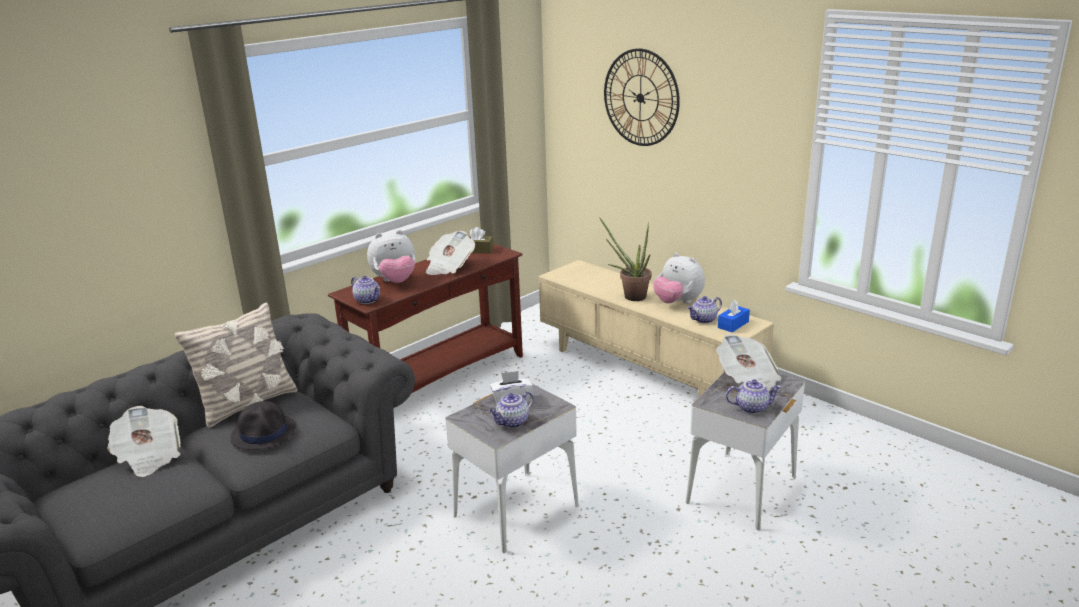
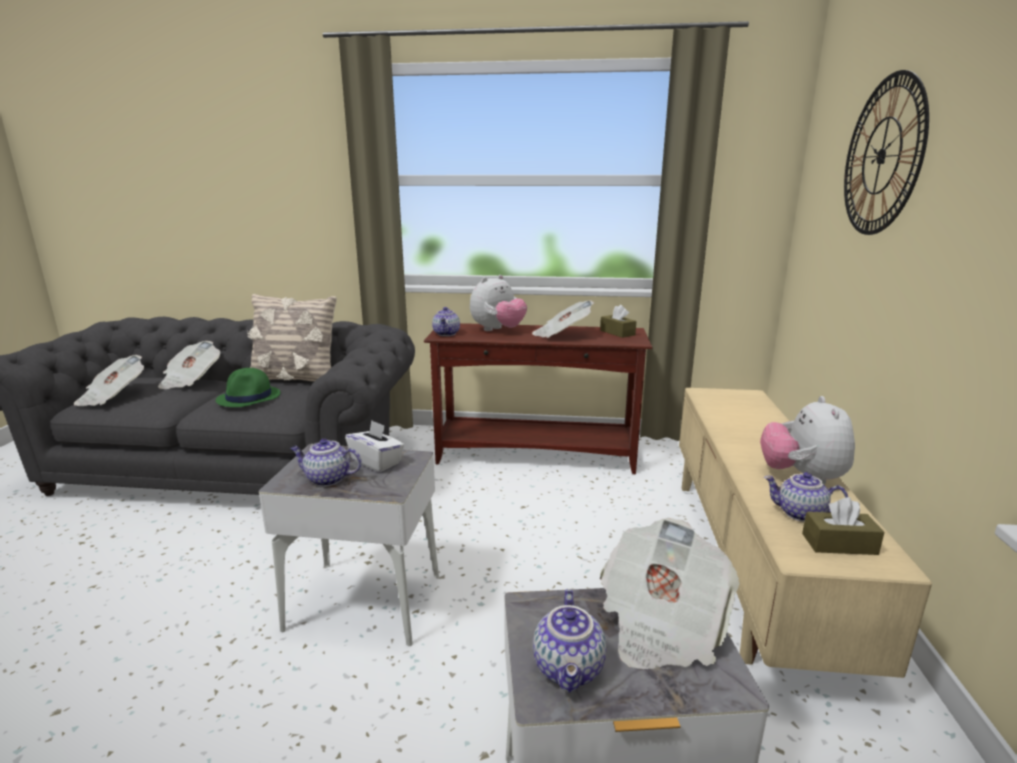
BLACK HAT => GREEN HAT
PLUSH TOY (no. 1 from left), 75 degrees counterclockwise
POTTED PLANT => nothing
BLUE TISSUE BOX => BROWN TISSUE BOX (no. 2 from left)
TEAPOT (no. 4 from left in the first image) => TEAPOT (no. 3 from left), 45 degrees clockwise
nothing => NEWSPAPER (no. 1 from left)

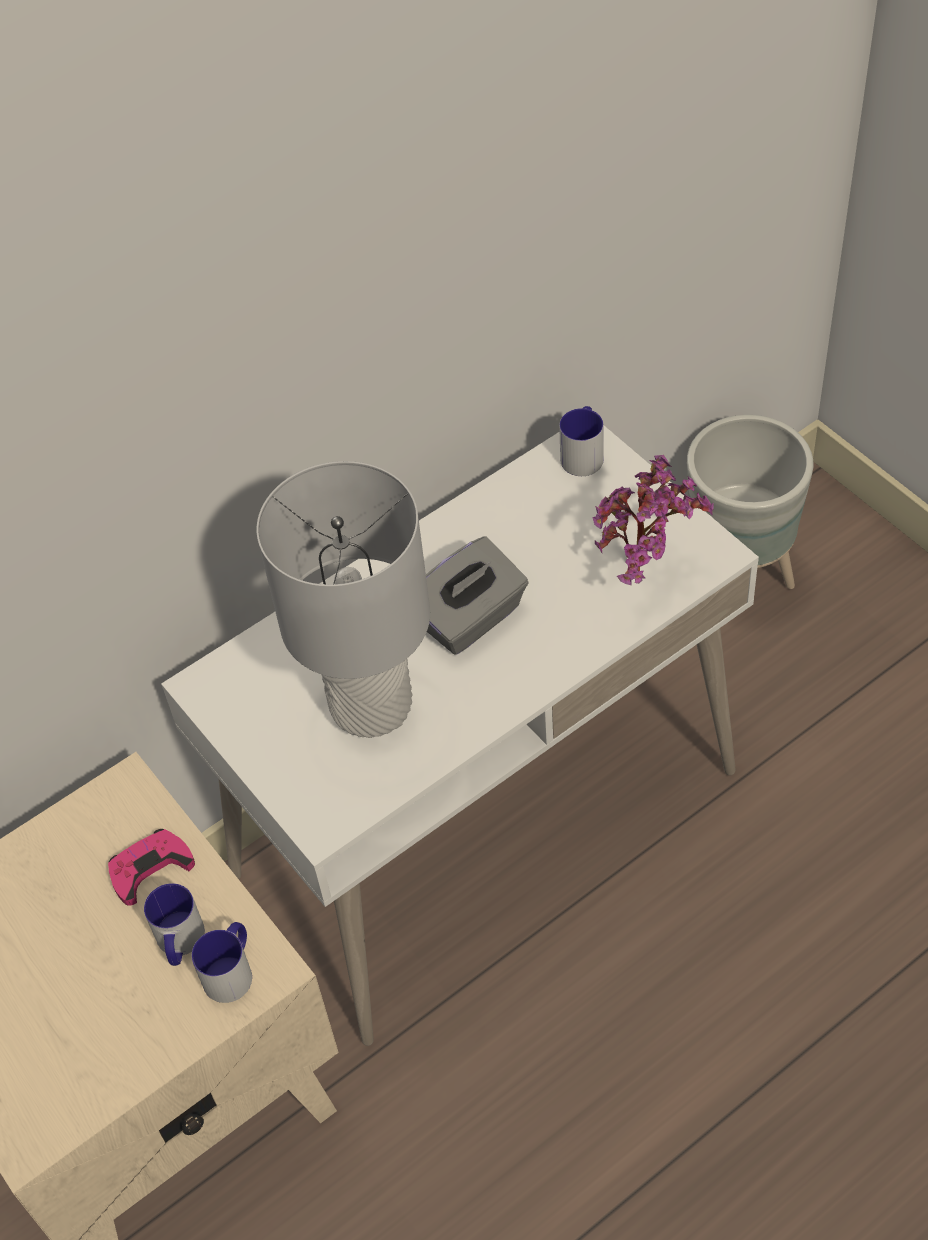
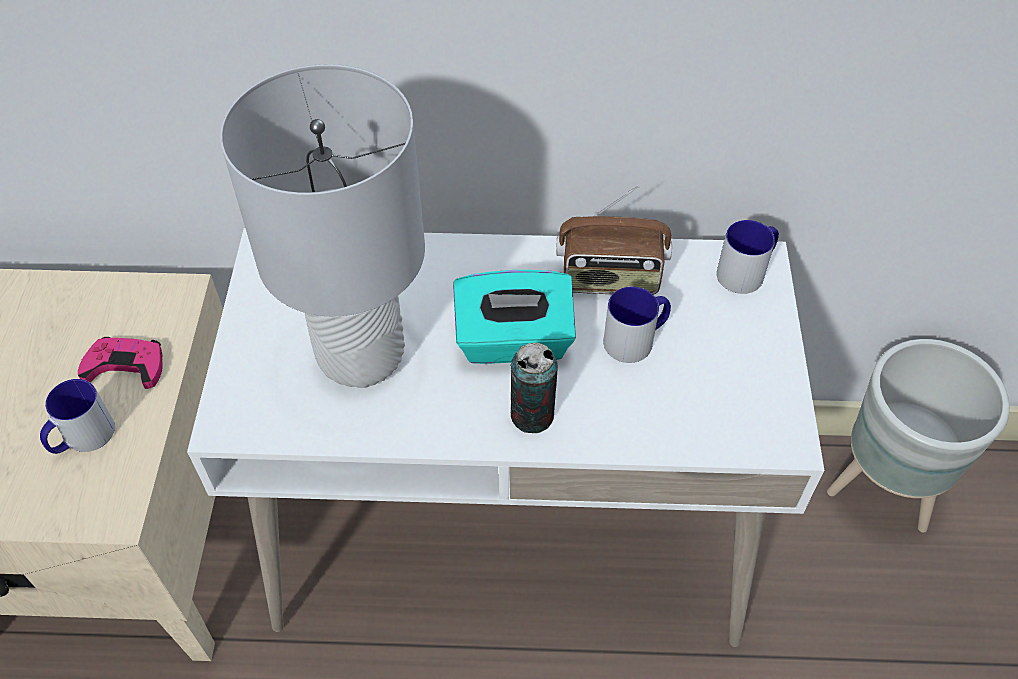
MUG (no. 2 from left), relocated
GREY TISSUE BOX => TURQUOISE TISSUE BOX
POTTED PLANT => nothing
nothing => CAN
nothing => RADIO

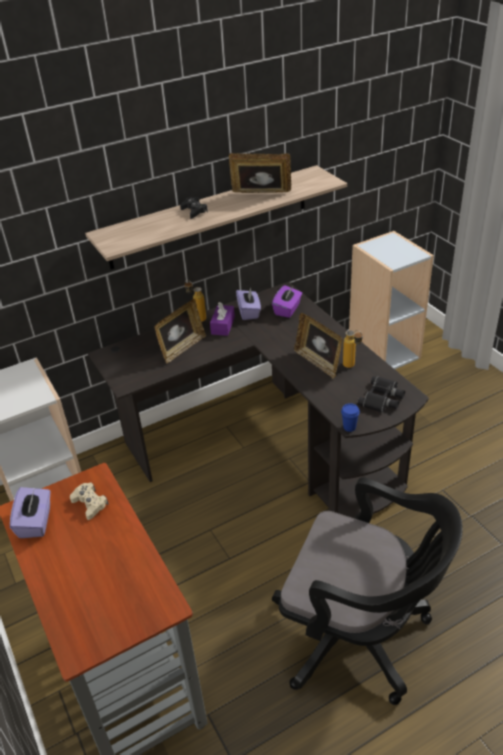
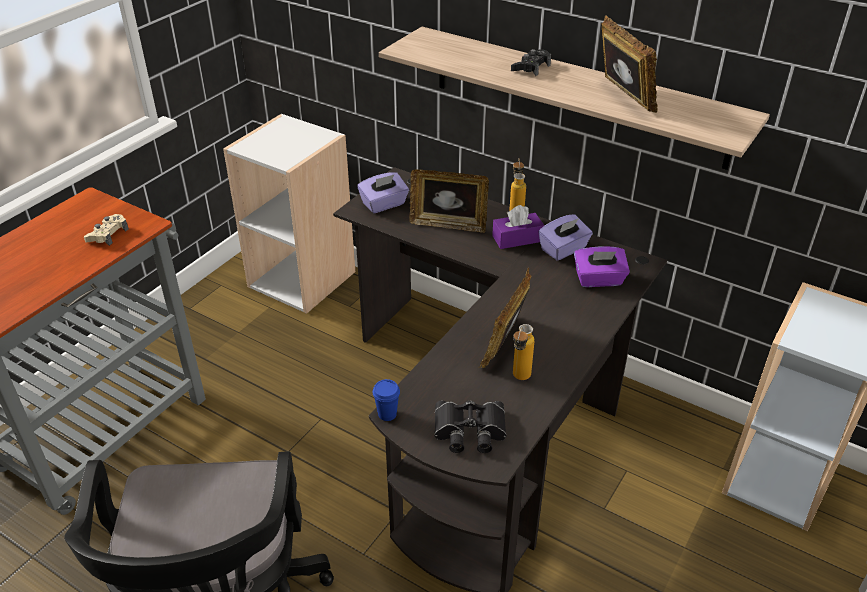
PURPLE TISSUE BOX (no. 1 from left), relocated

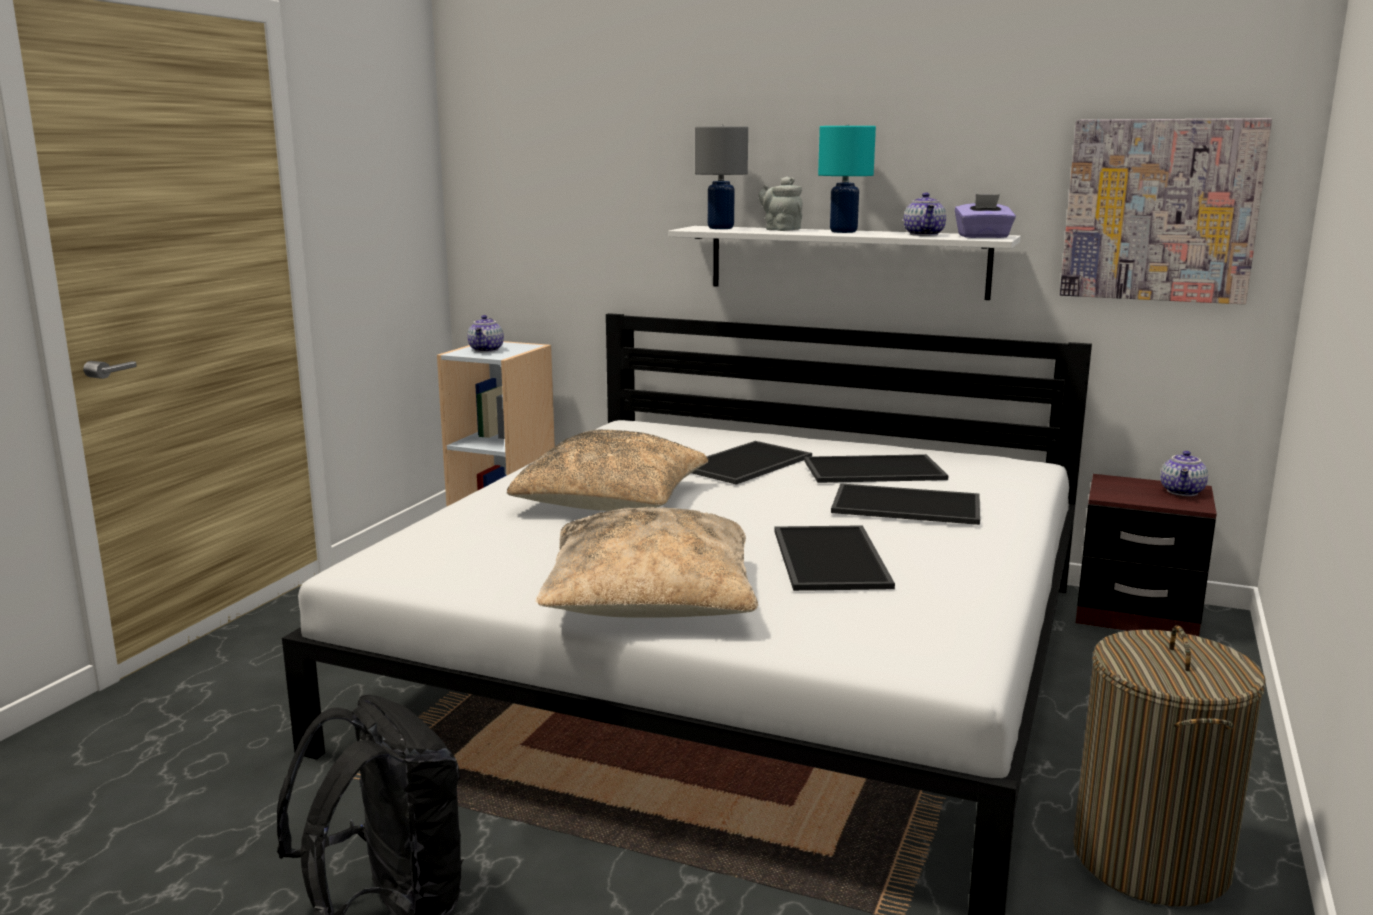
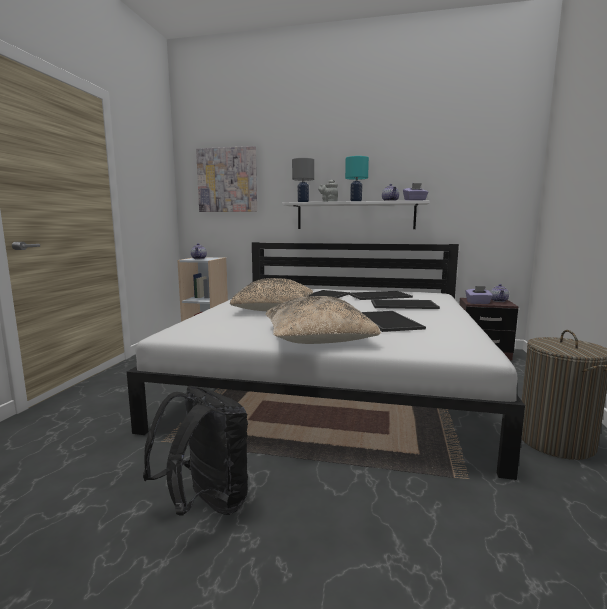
PICTURE, relocated
nothing => PURPLE TISSUE BOX (no. 2 from left)

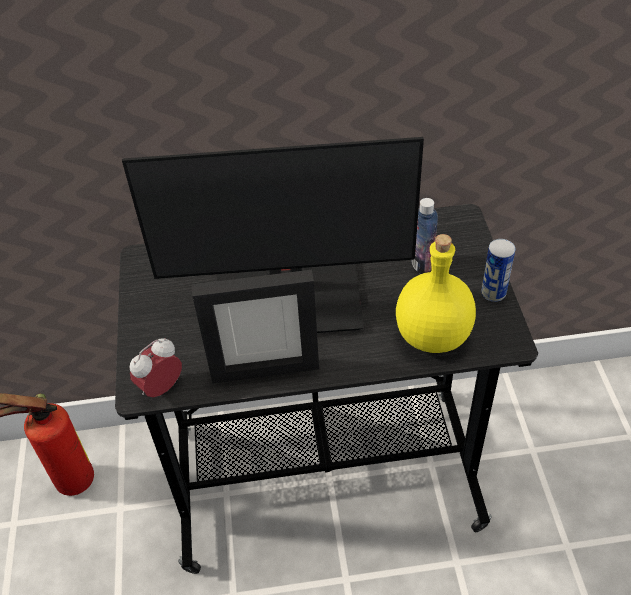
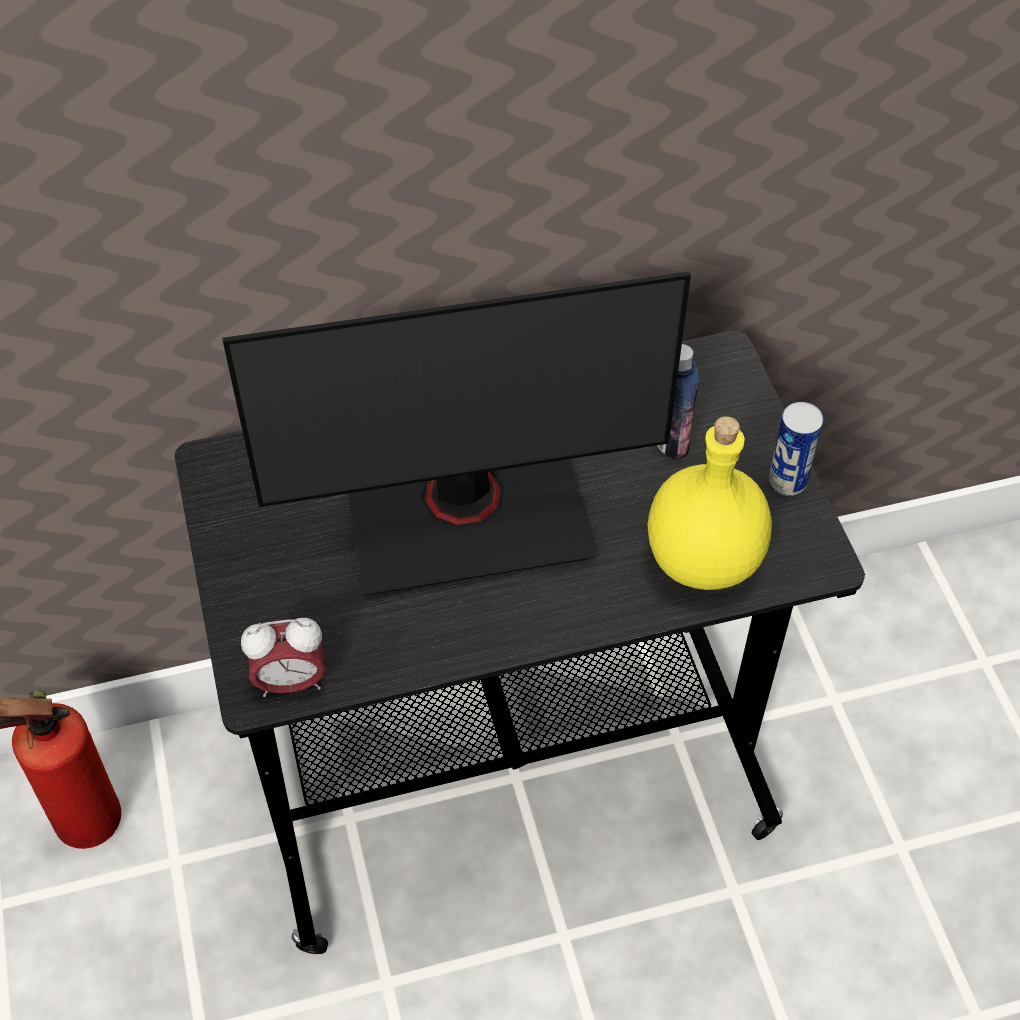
ALARM CLOCK, 135 degrees counterclockwise
PICTURE FRAME => nothing

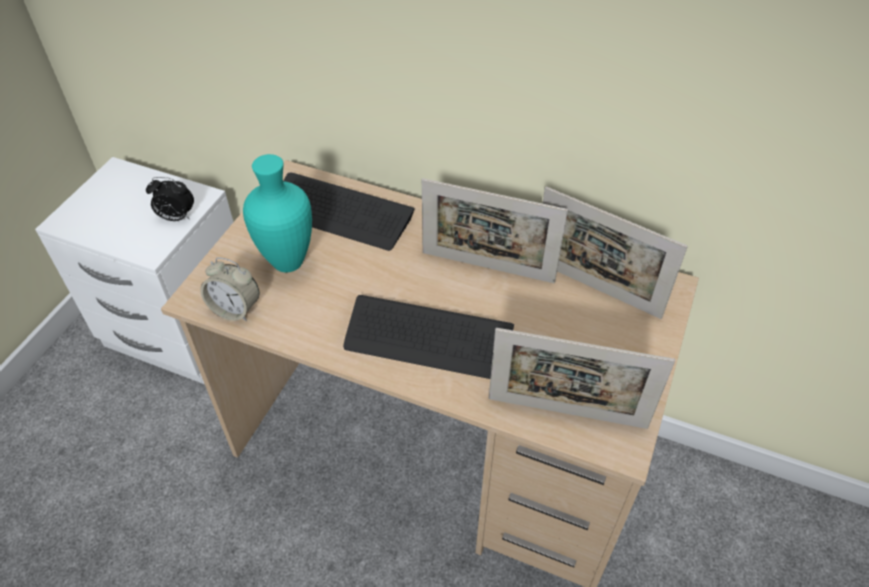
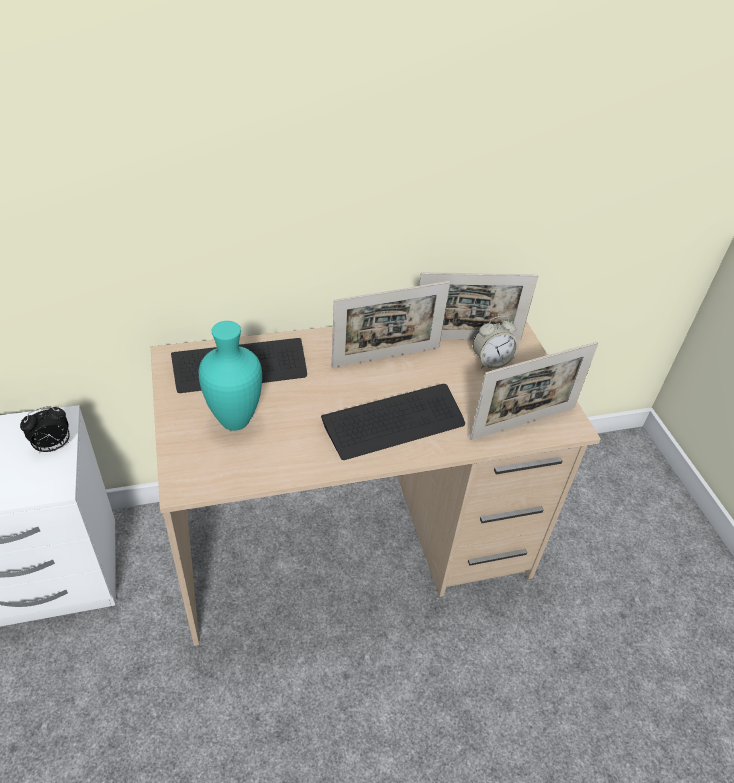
ALARM CLOCK (no. 2 from left), relocated

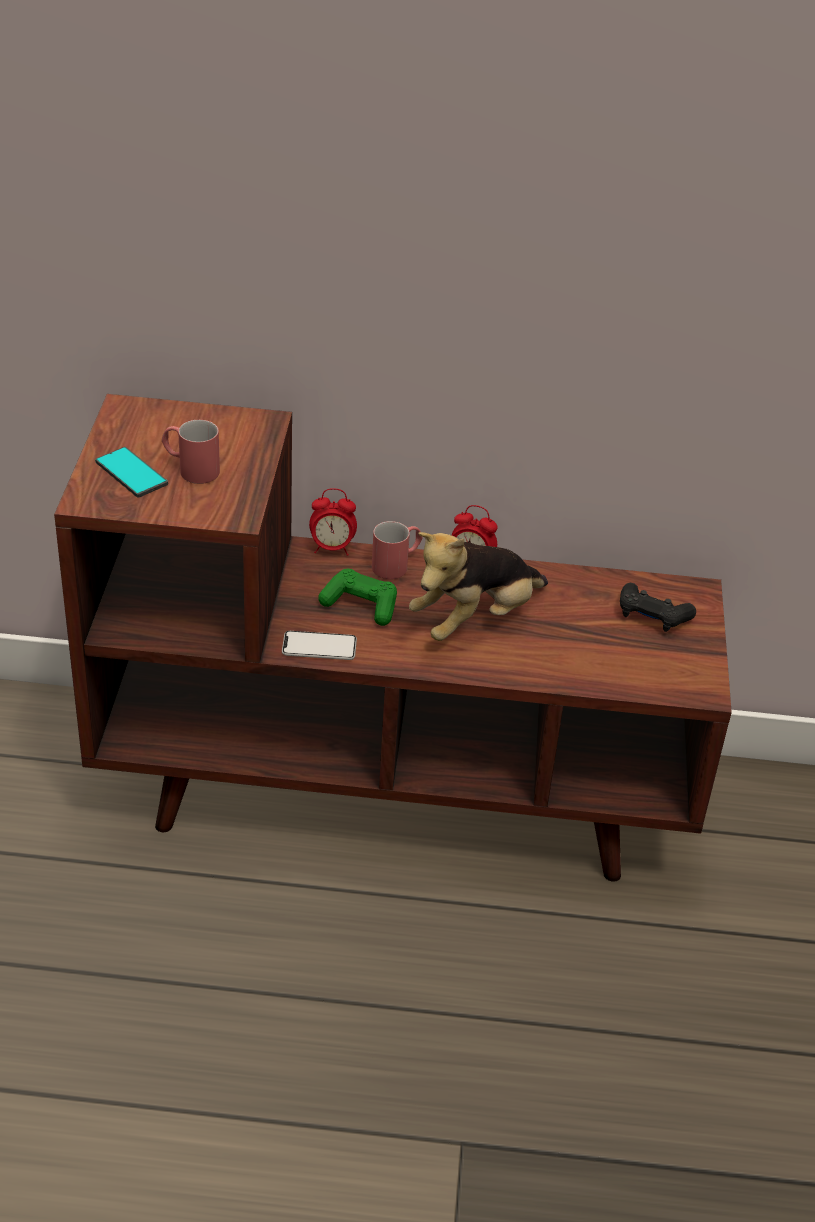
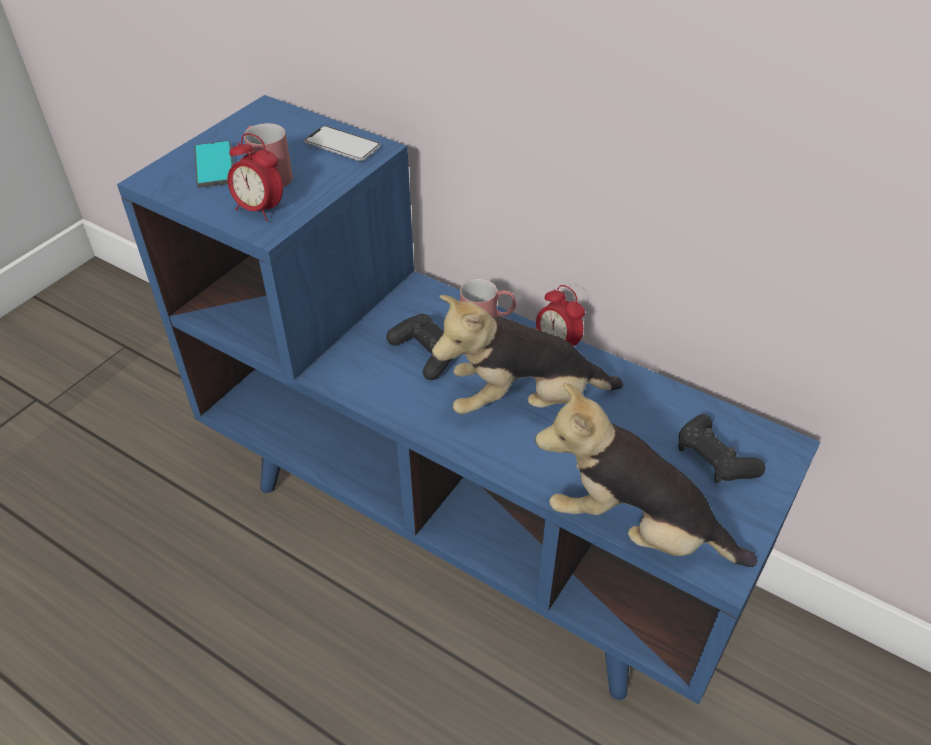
BROWN TV STAND => BLUE TV STAND
PHONE (no. 2 from left), relocated
ALARM CLOCK (no. 1 from left), relocated
GREEN GAME CONTROLLER => BLACK GAME CONTROLLER (no. 1 from left)
nothing => PLUSH TOY (no. 2 from left)

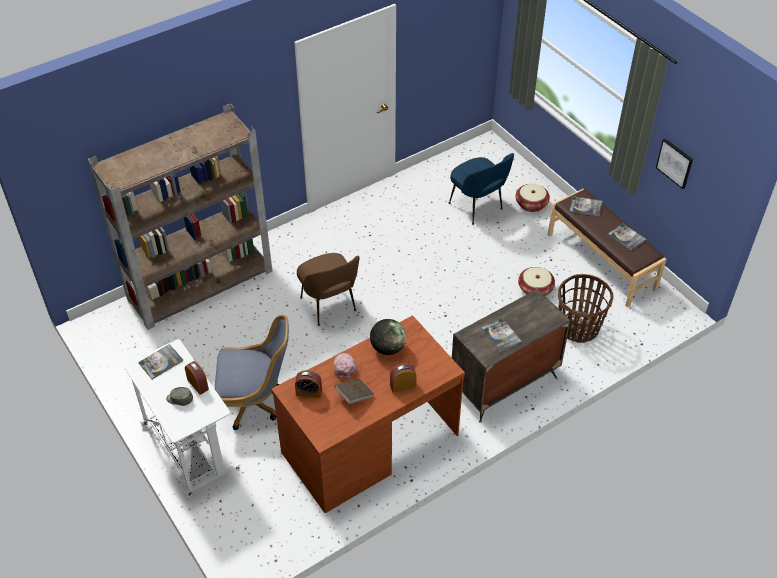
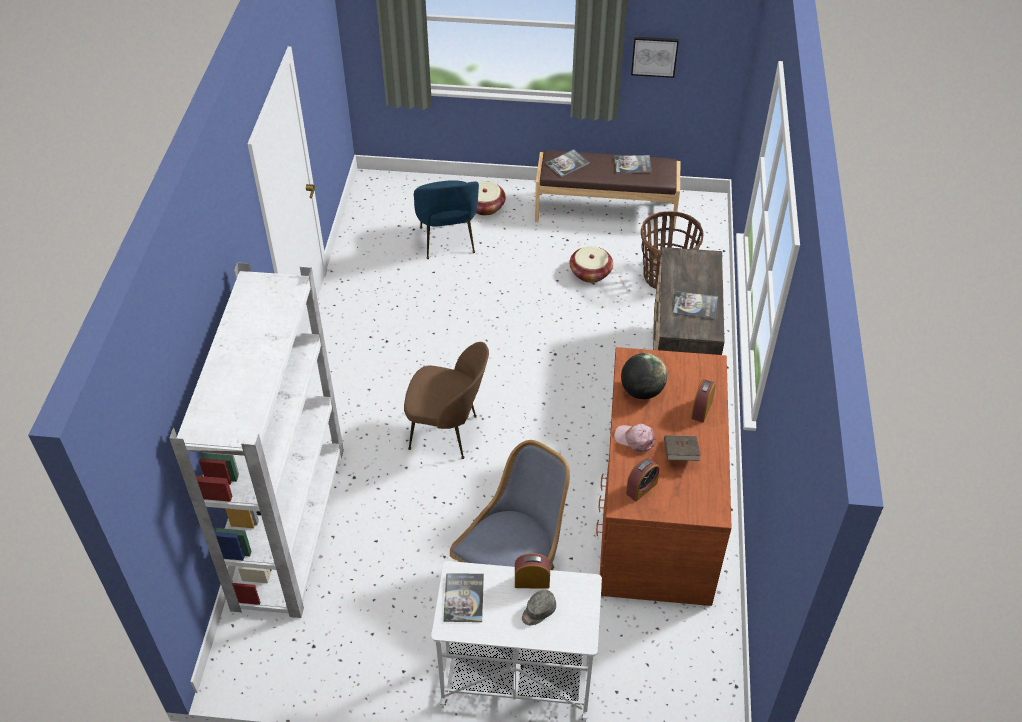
BROWN BOOKCASE => WHITE BOOKCASE
BLUE CHAIR, 75 degrees clockwise

